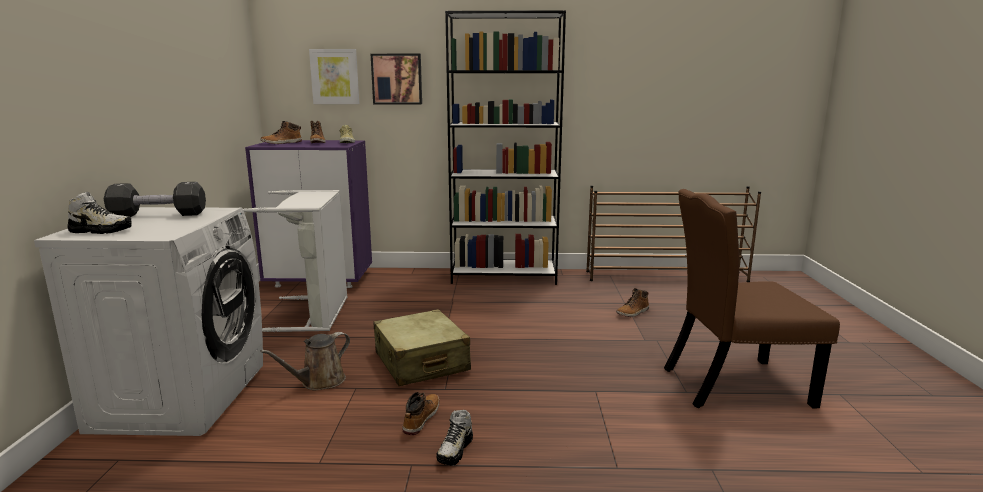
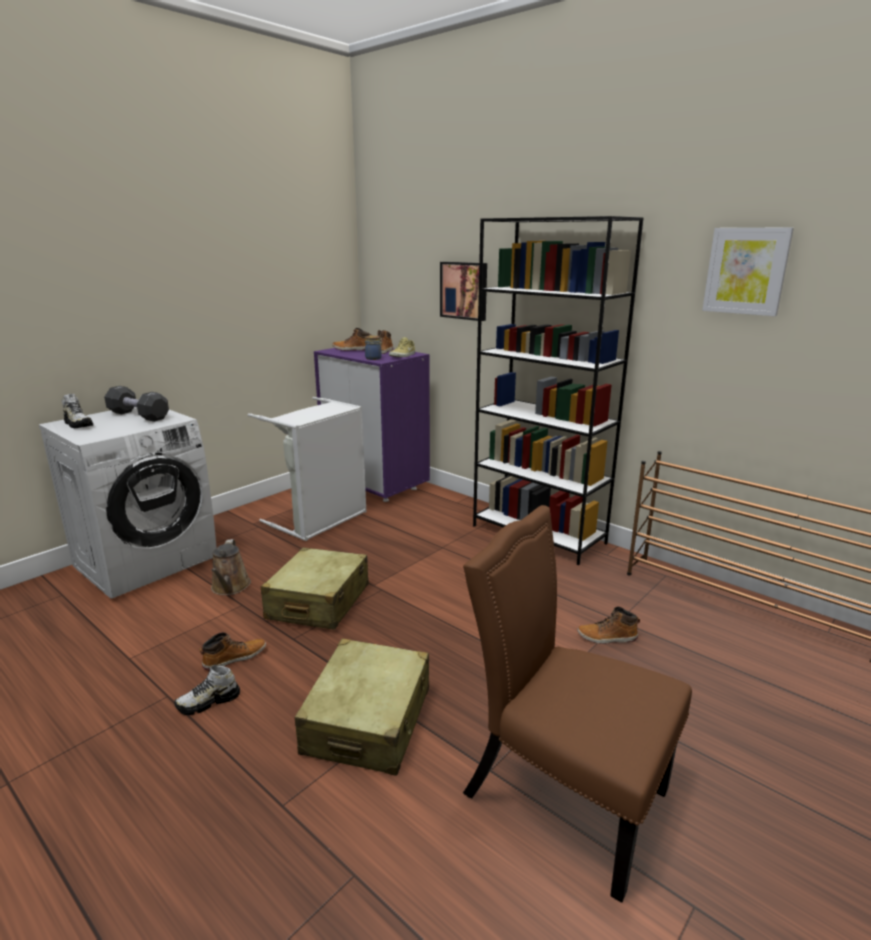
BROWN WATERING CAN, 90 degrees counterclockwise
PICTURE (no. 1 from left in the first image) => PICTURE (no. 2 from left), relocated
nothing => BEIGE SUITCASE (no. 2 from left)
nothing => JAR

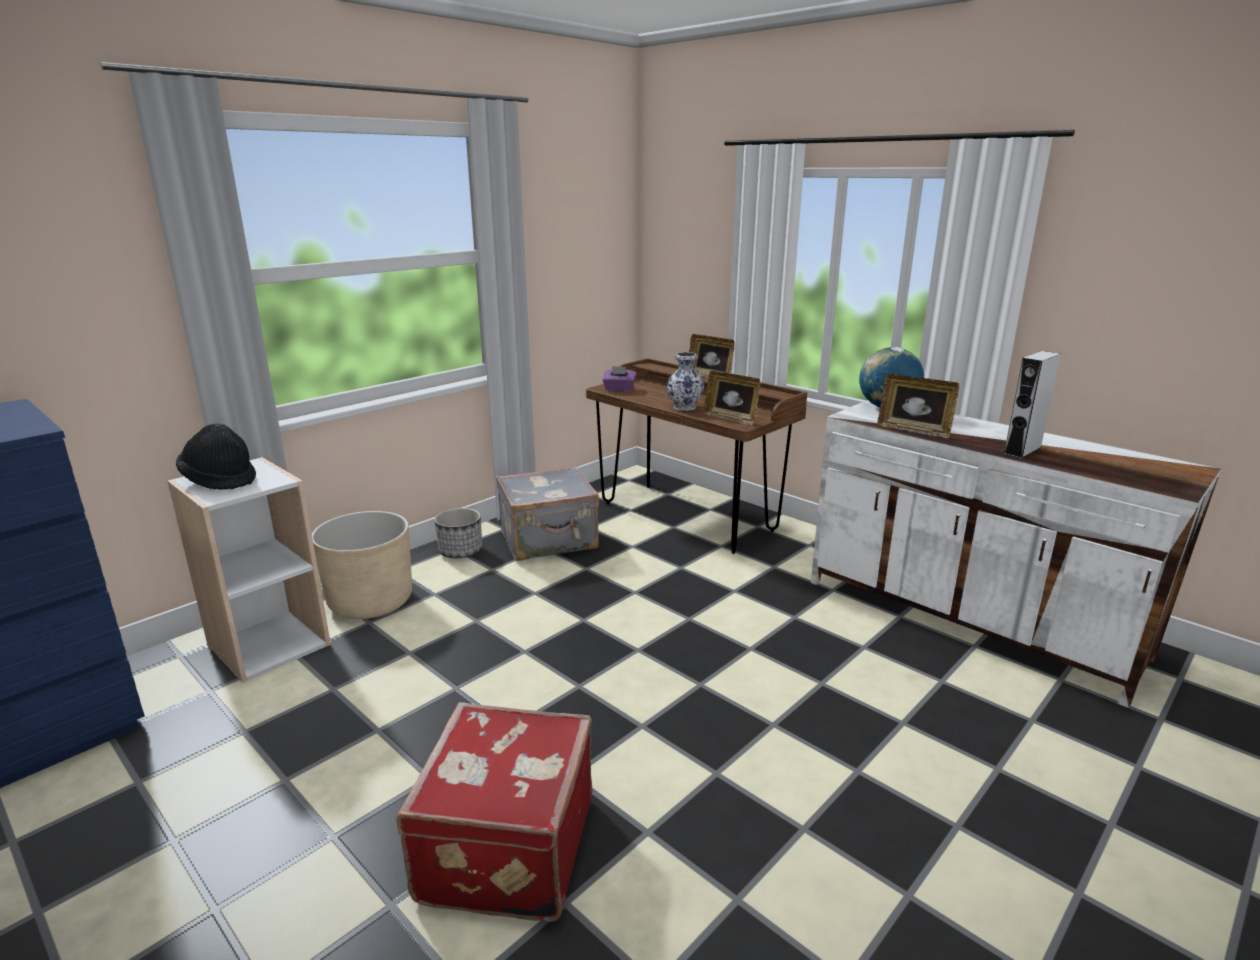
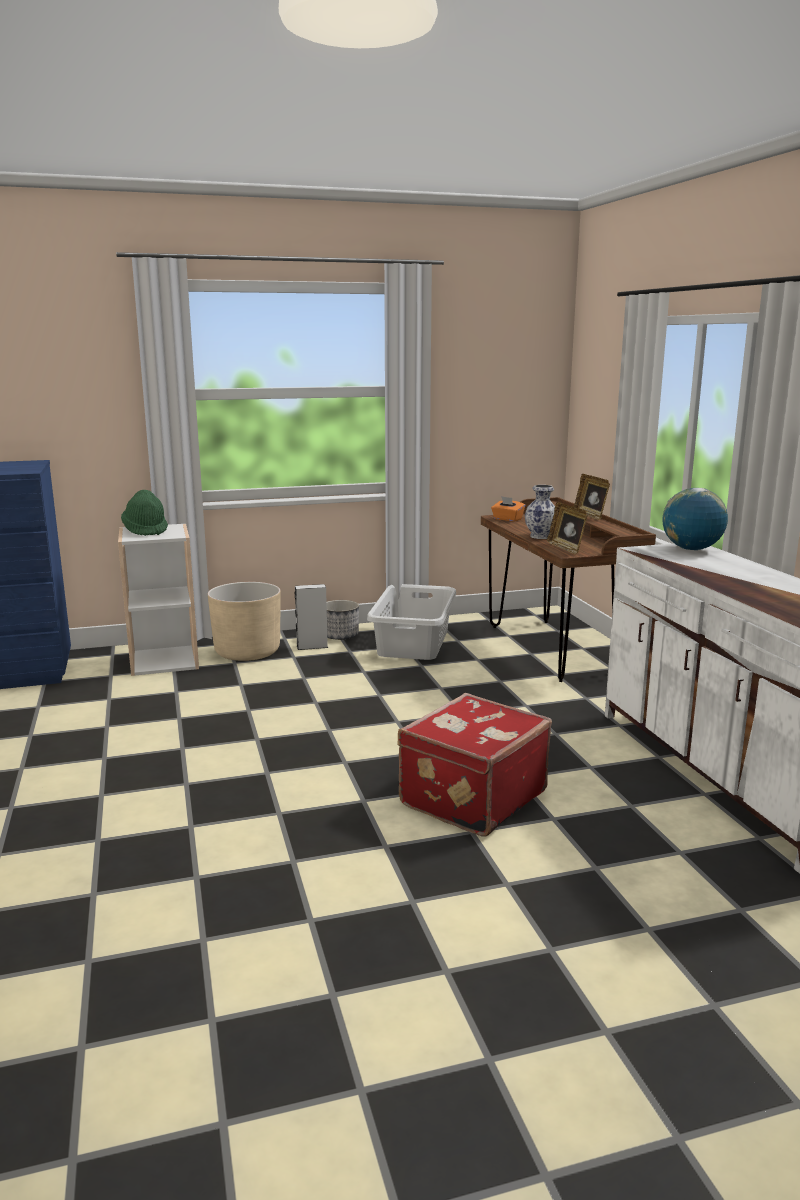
BLACK HAT => GREEN HAT
RED SUITCASE, relocated
GREY SUITCASE => GREY LAUNDRY BASKET
PURPLE TISSUE BOX => ORANGE TISSUE BOX
PICTURE FRAME (no. 3 from left) => nothing
GREY SPEAKER, relocated

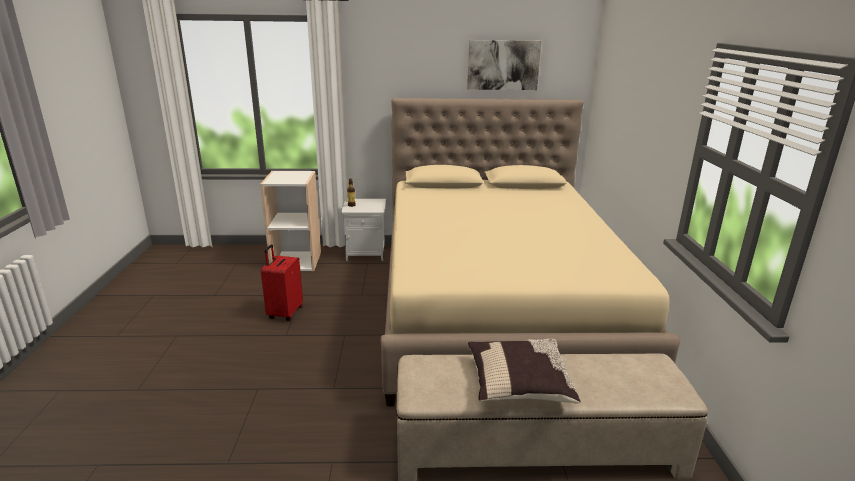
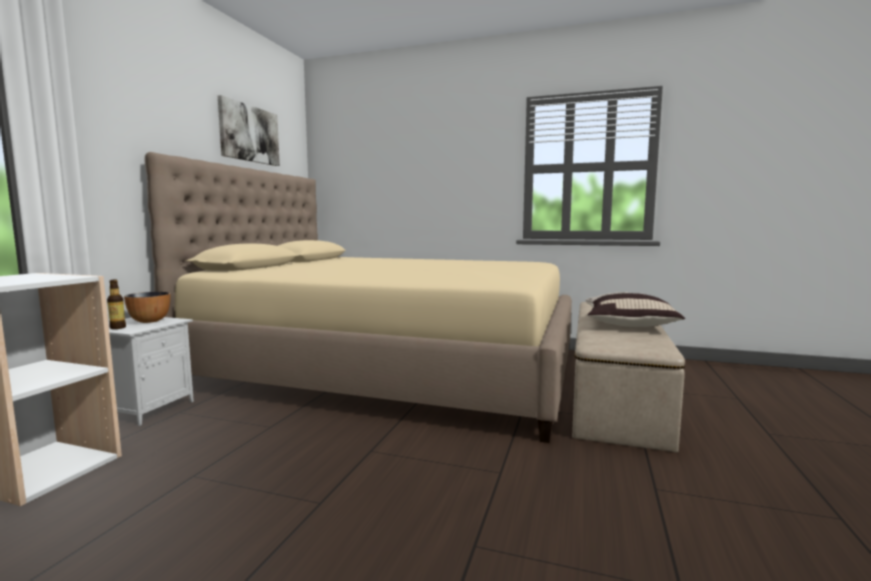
RED SUITCASE => nothing
nothing => BOWL

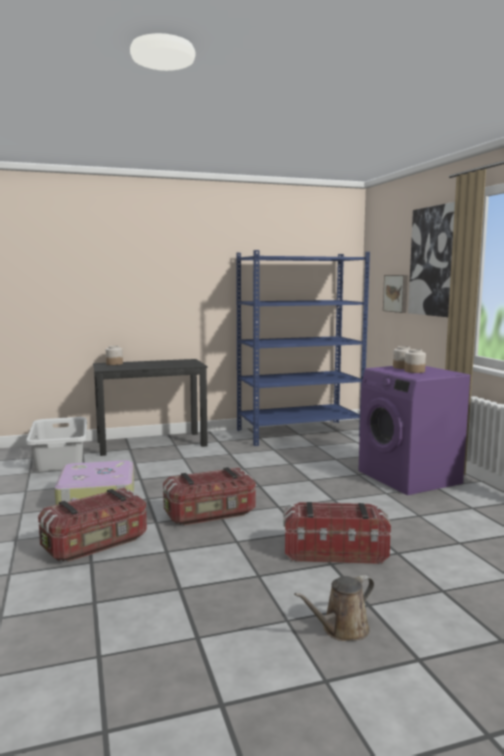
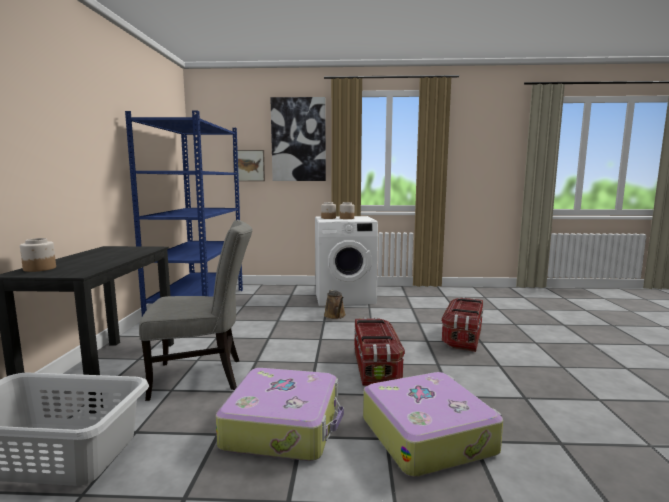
STORAGE BOX (no. 1 from left) => SUITCASE (no. 2 from left)
BROWN WATERING CAN, relocated
PURPLE WASHING MACHINE => WHITE WASHING MACHINE
nothing => GREY CHAIR

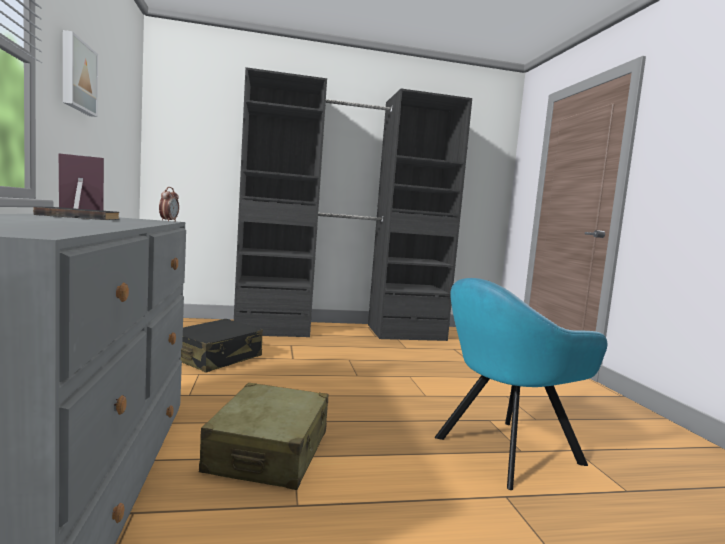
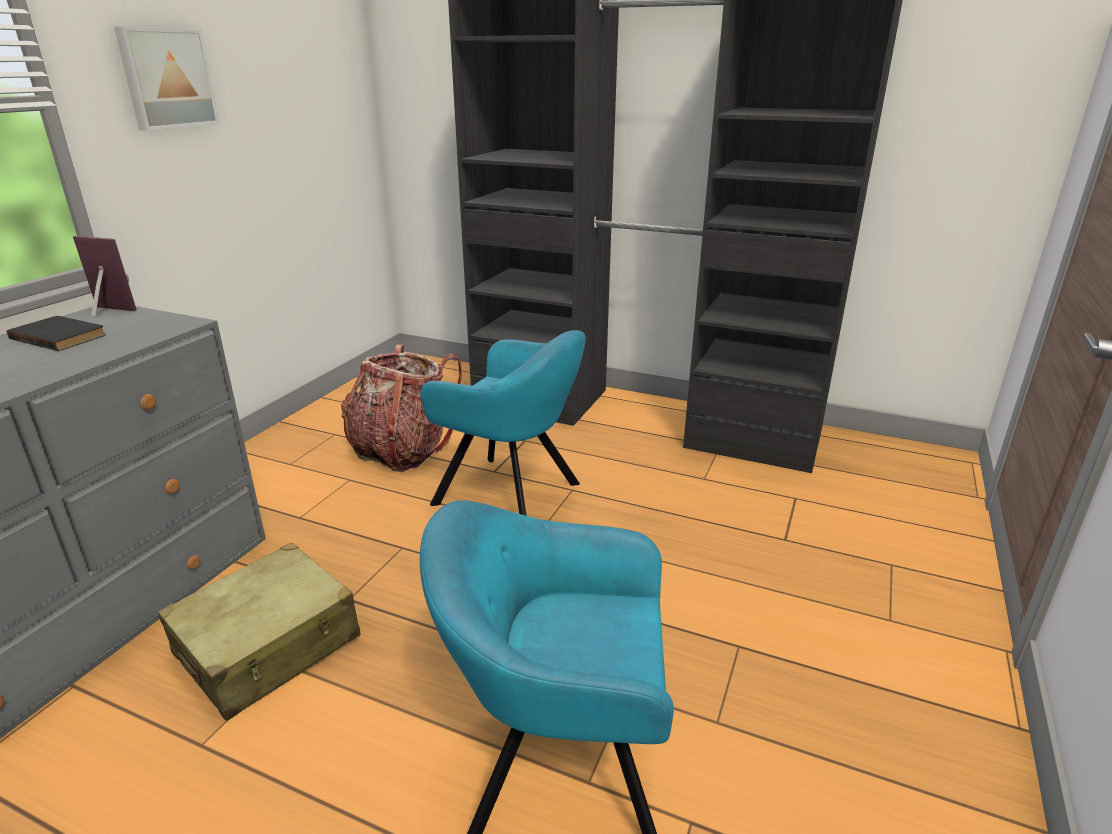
ALARM CLOCK => nothing
BLACK SUITCASE => BACKPACK
nothing => TURQUOISE ARMCHAIR (no. 1 from left)

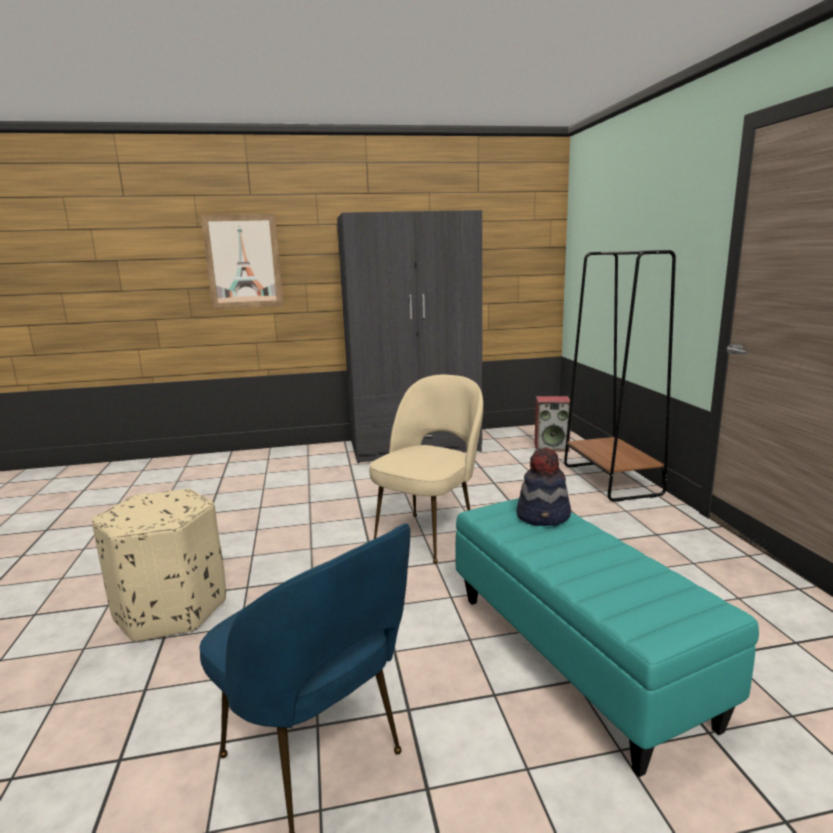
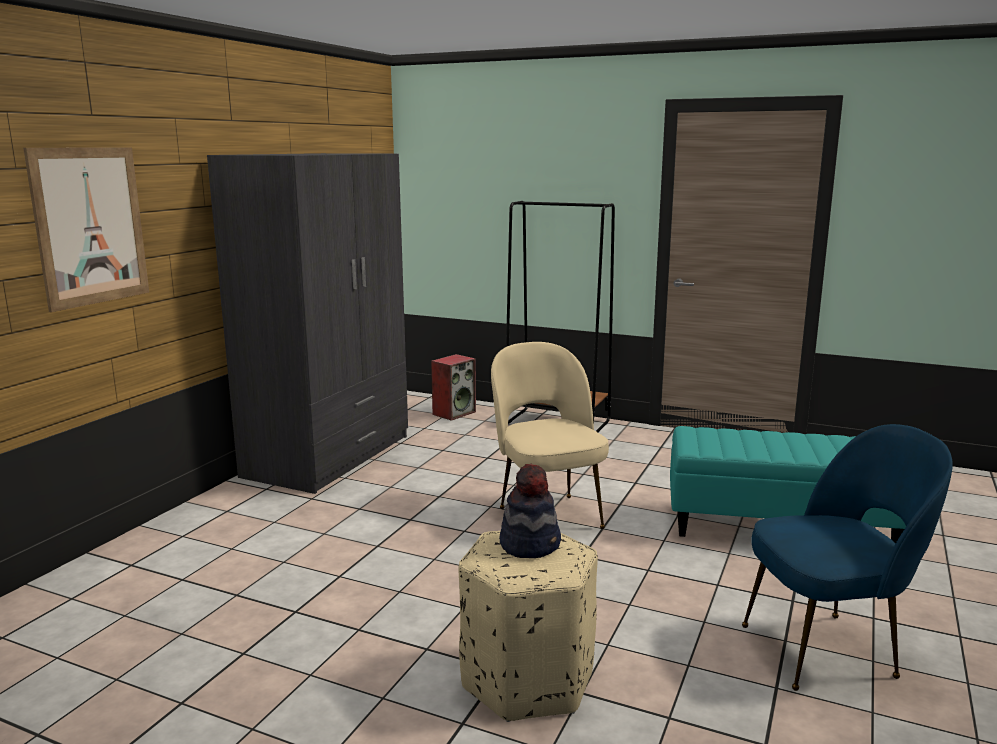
HAT, relocated

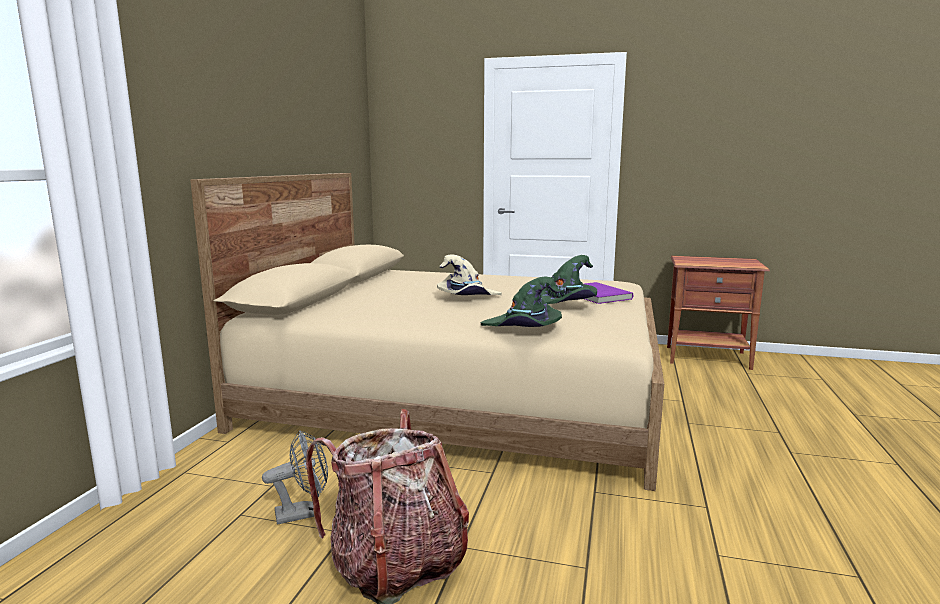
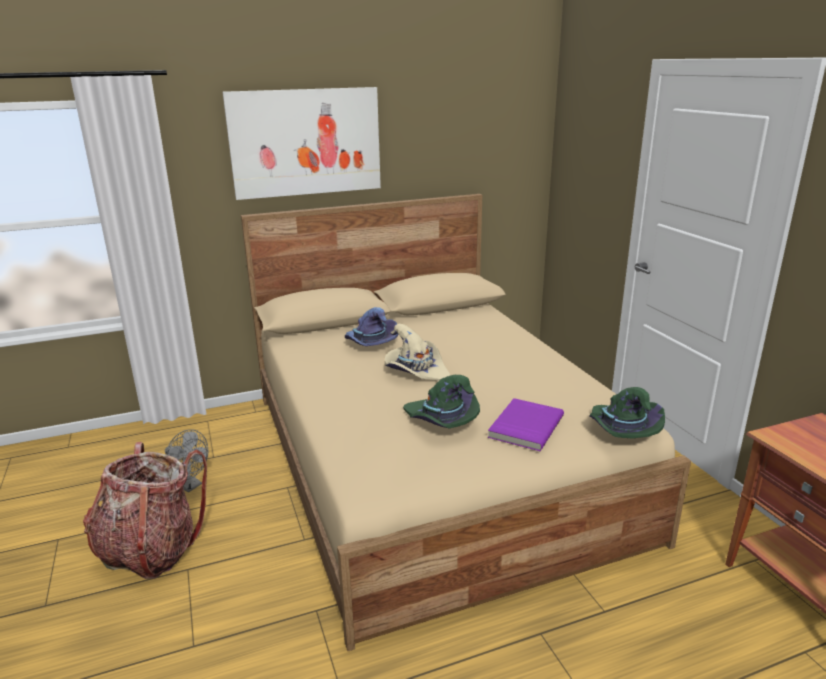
GREEN HAT (no. 1 from left in the first image) => GREEN HAT (no. 2 from left), relocated
nothing => PICTURE
nothing => PURPLE HAT

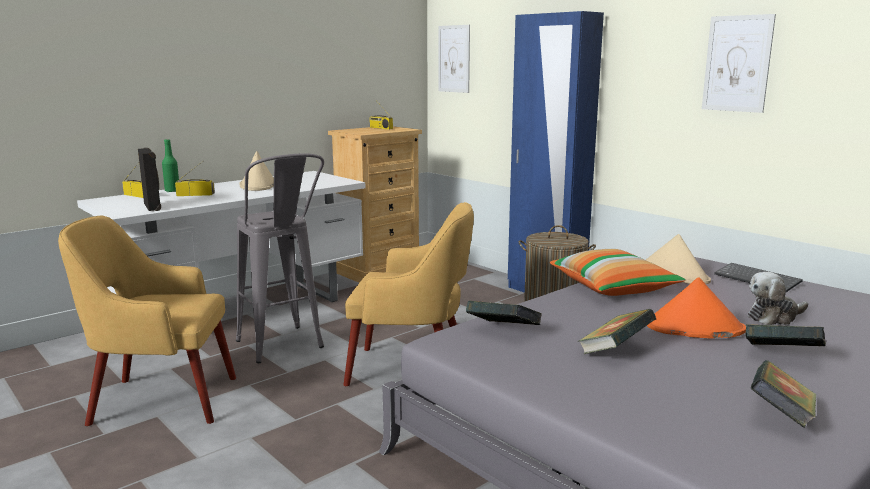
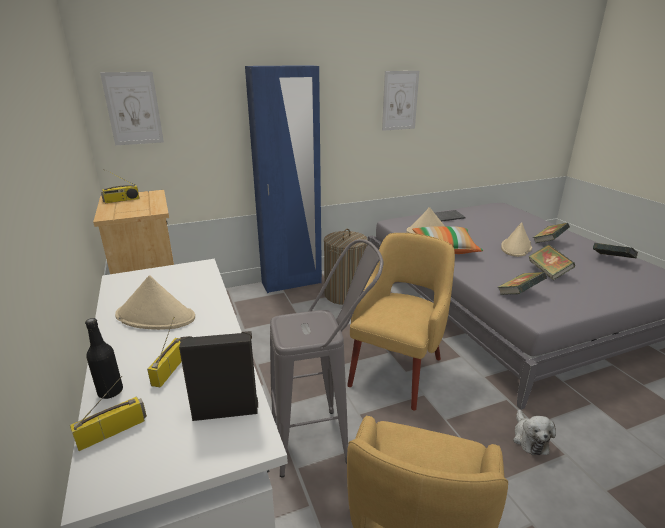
GREEN BOTTLE => BLACK BOTTLE
ORANGE HAT => BEIGE HAT (no. 3 from left)
PLUSH TOY, relocated

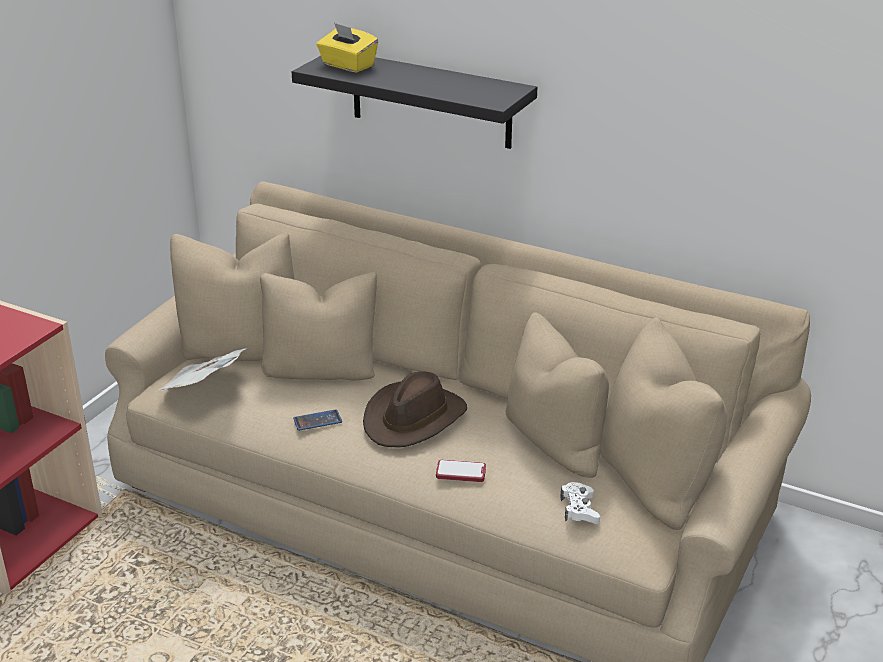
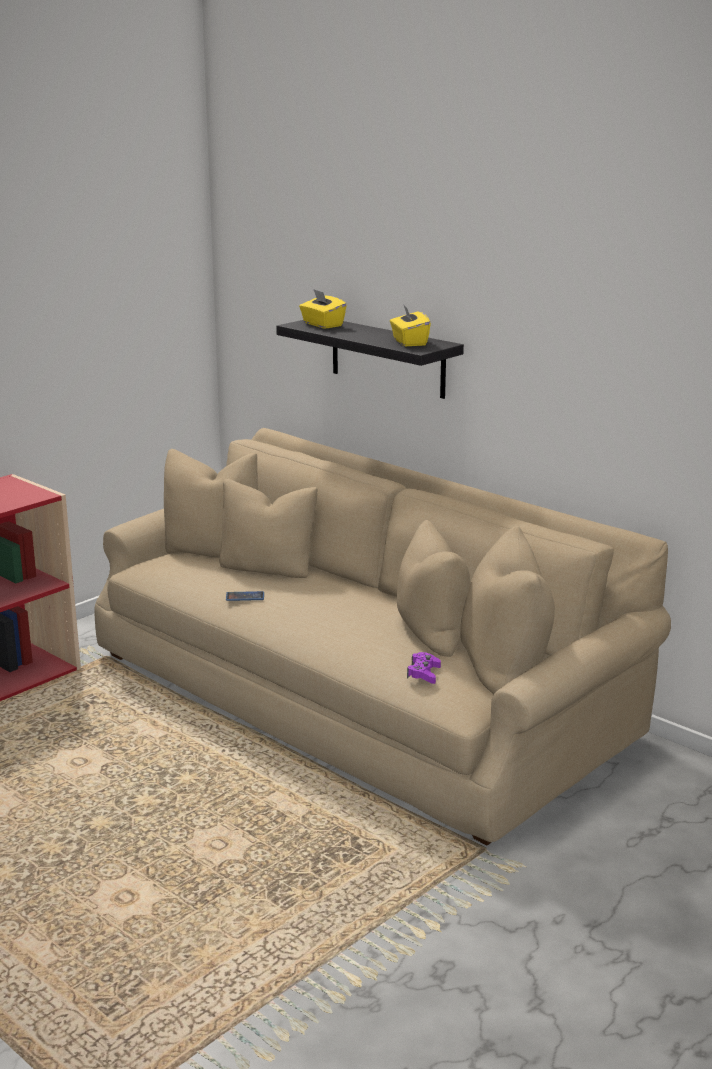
NEWSPAPER => nothing
BROWN HAT => nothing
PHONE (no. 2 from left) => nothing
WHITE GAME CONTROLLER => PURPLE GAME CONTROLLER
nothing => YELLOW TISSUE BOX (no. 2 from left)

